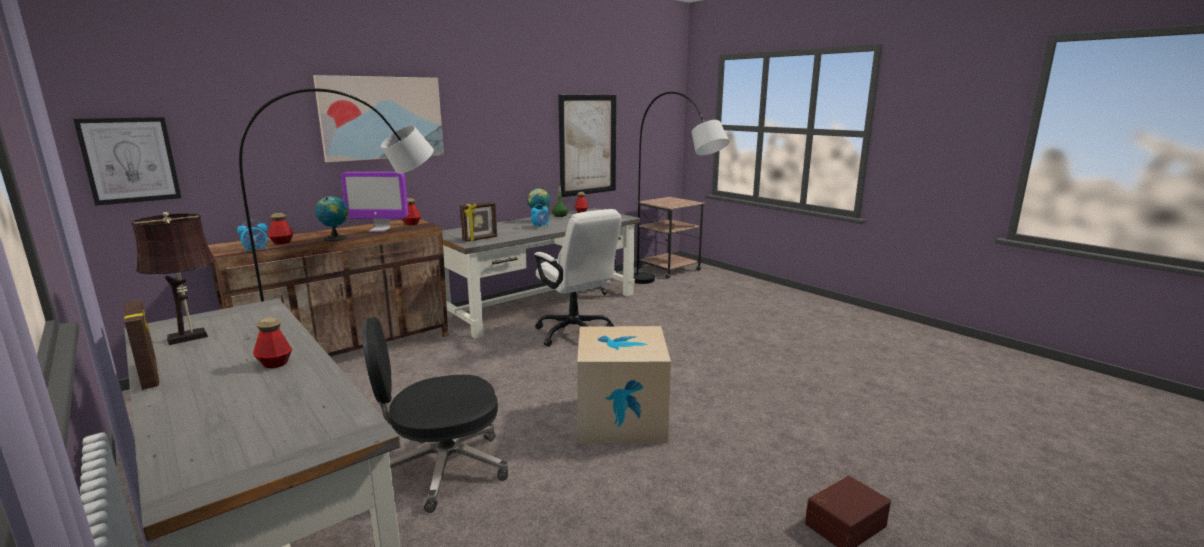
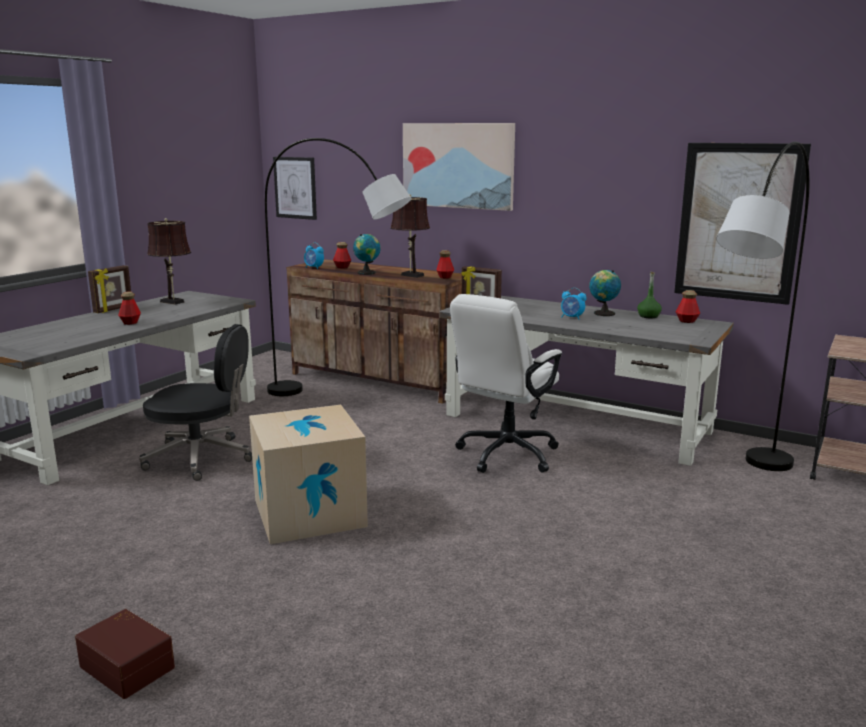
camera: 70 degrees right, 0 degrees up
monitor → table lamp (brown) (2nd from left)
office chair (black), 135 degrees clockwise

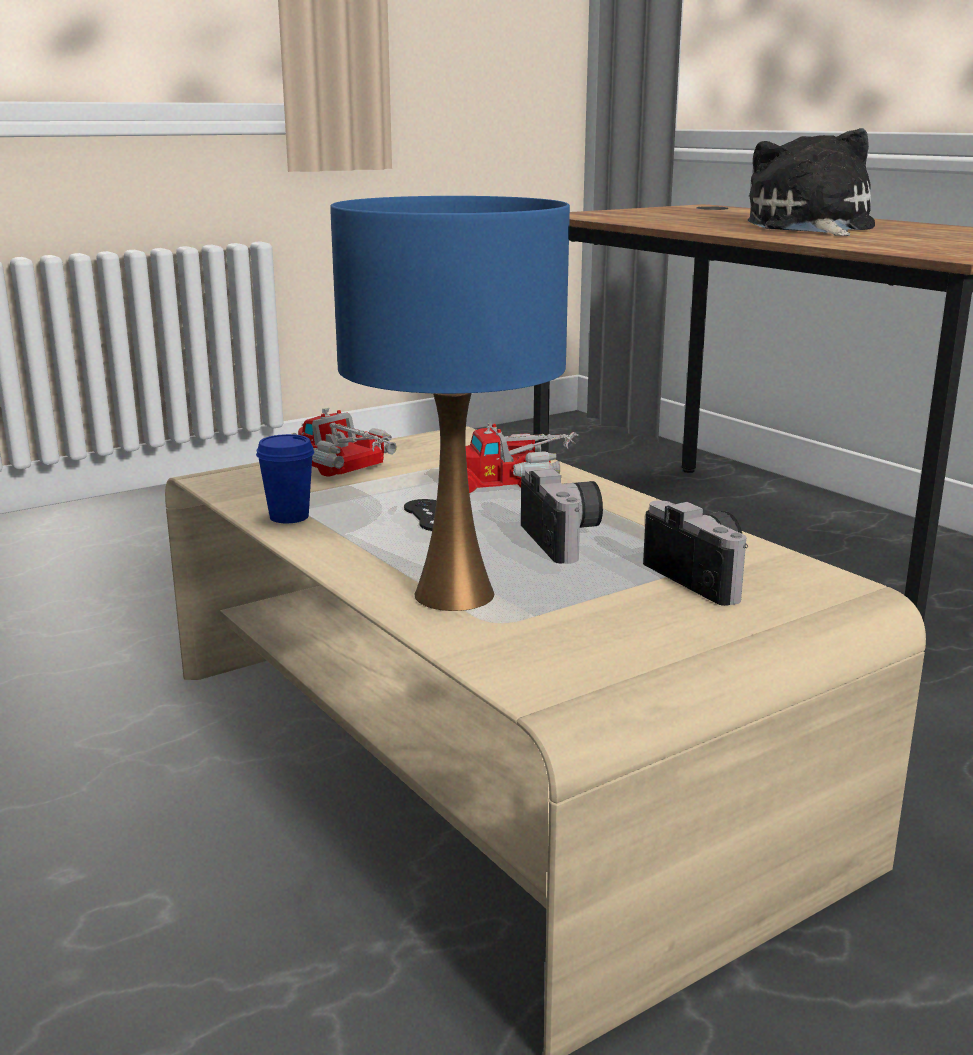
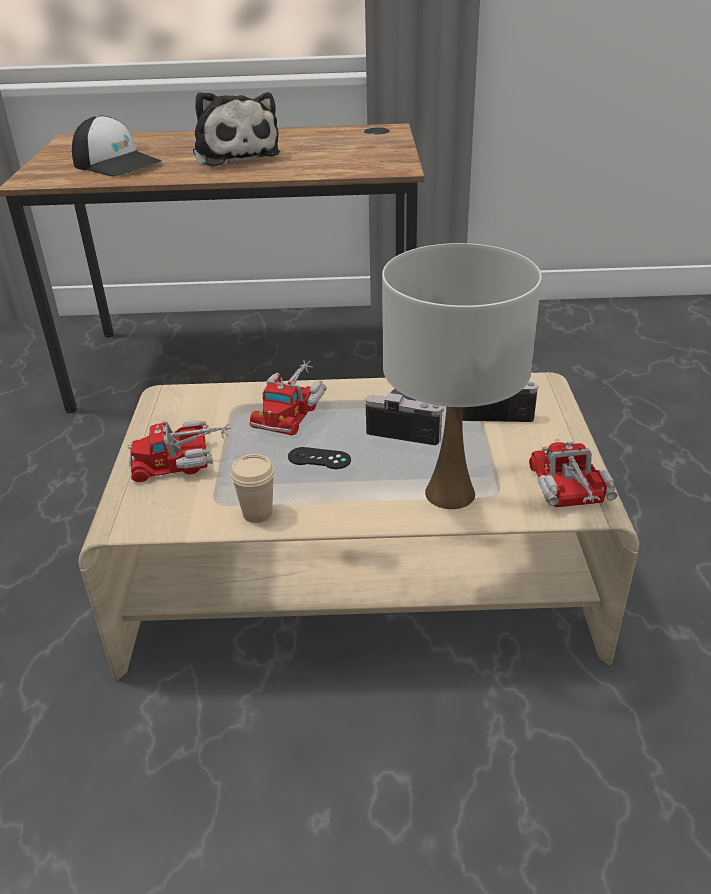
camera: 55 degrees left, 15 degrees up
cup (blue) → cup (beige)
table lamp (blue) → table lamp (white)
plush toy, 150 degrees counterclockwise
- → cap
- → toy truck (3rd from left)

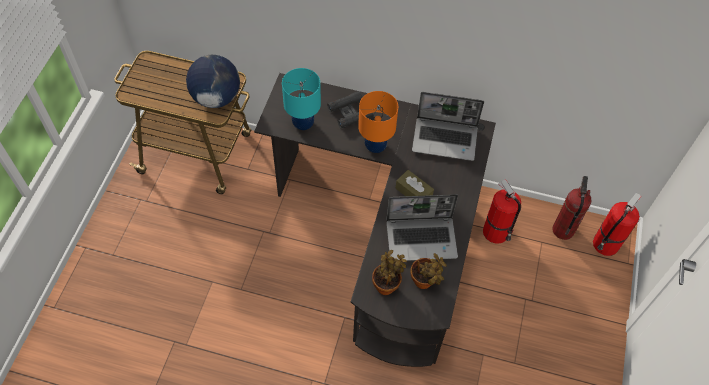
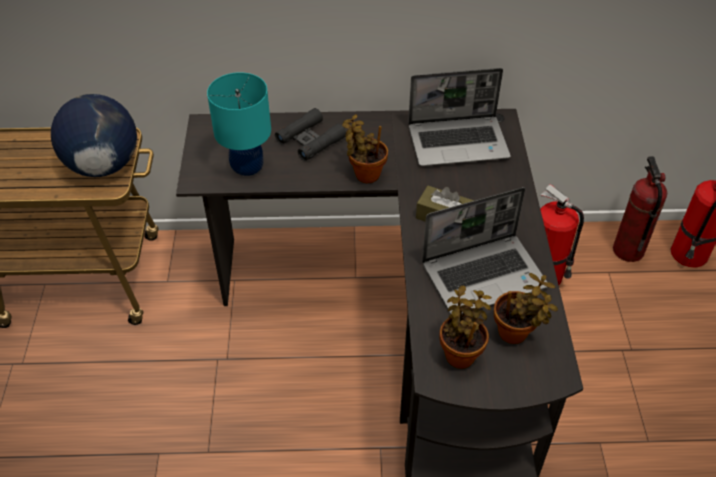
camera: 15 degrees left, 10 degrees down
table lamp (orange) → potted plant (1st from left)

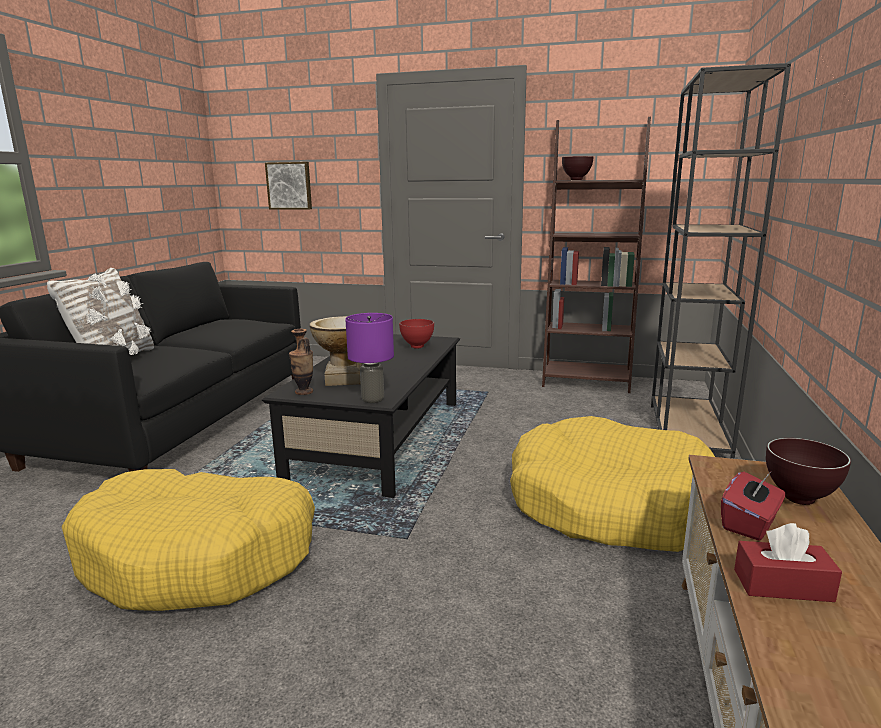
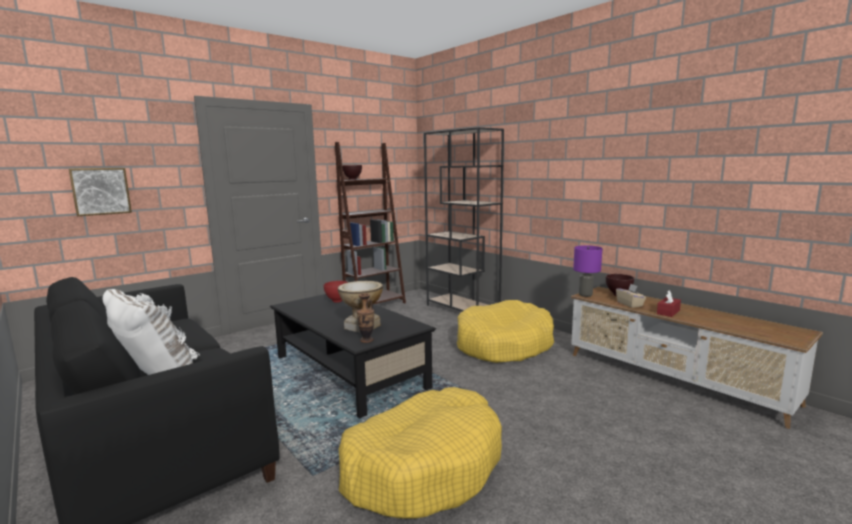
camera: 55 degrees left, 5 degrees down
table lamp (purple), move
tissue box (red) (1st from left) → tissue box (beige)

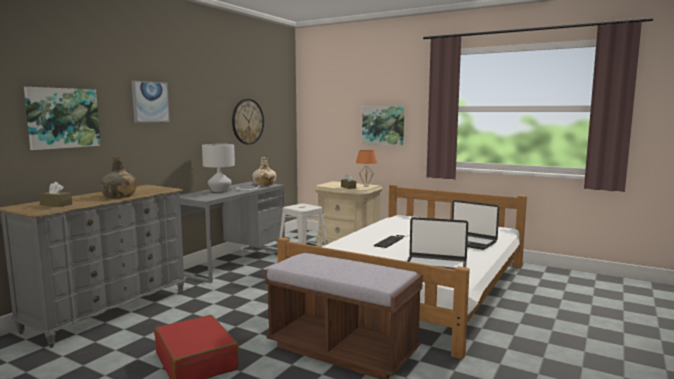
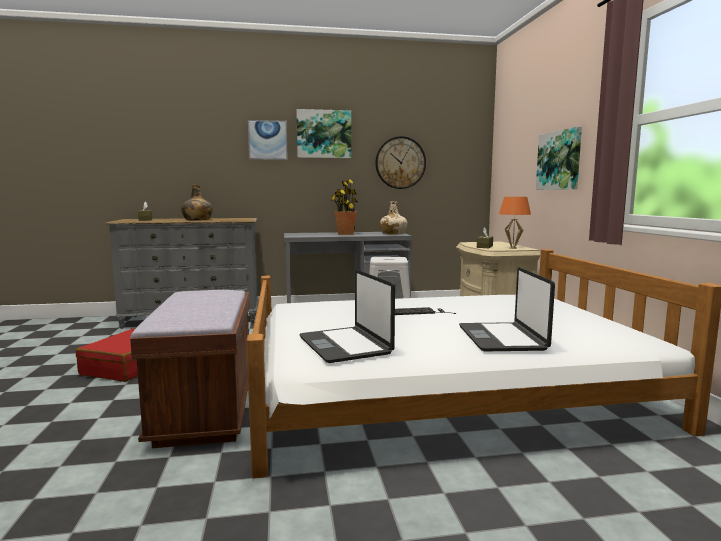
camera: 50 degrees right, 0 degrees up
picture (1st from left in the first image) → picture (2nd from left), move
table lamp (grey) → potted plant

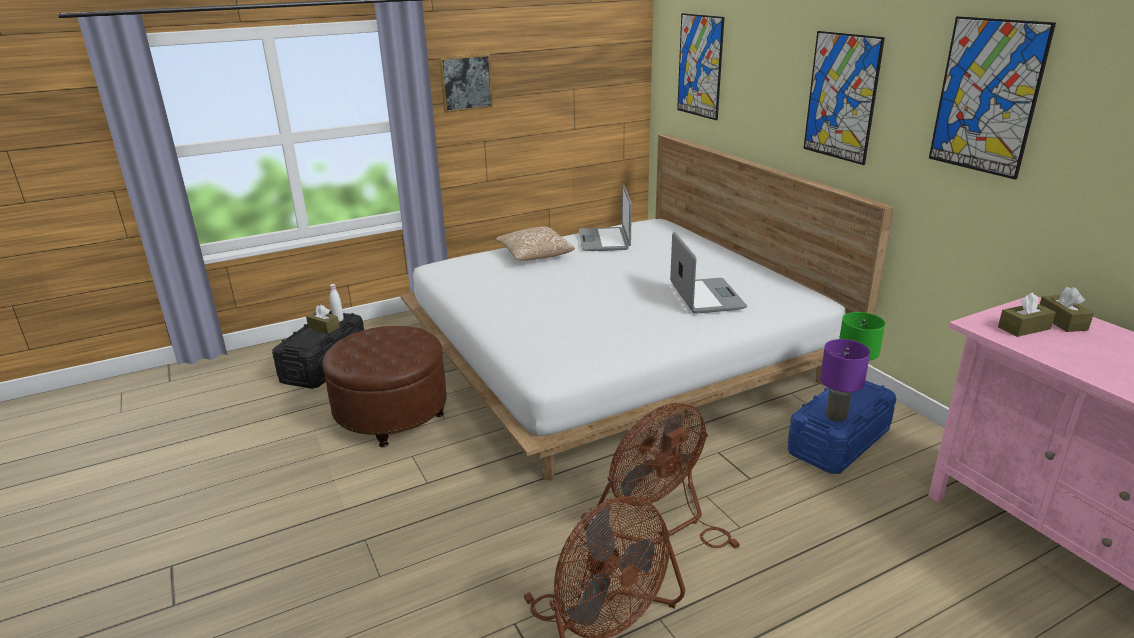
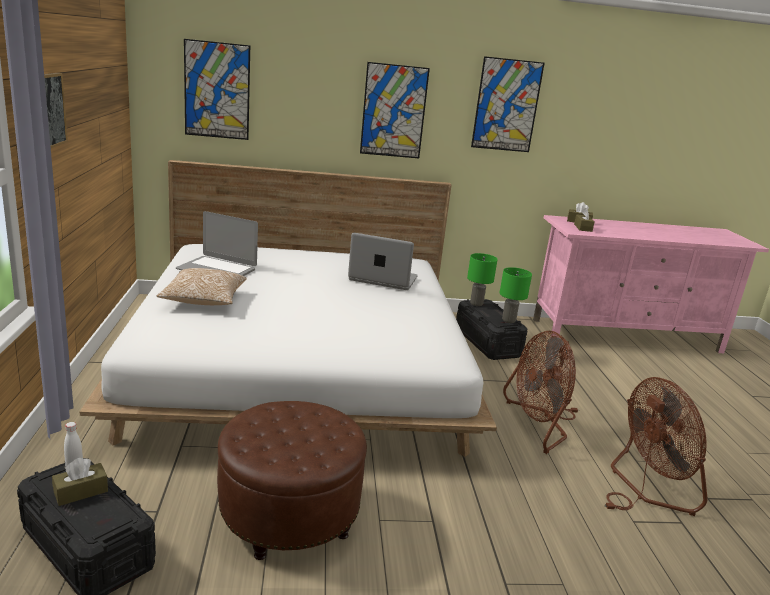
camera: 70 degrees left, 5 degrees down
storage box (blue) → storage box (black) (2nd from left)
table lamp (purple) → table lamp (green) (2nd from left)

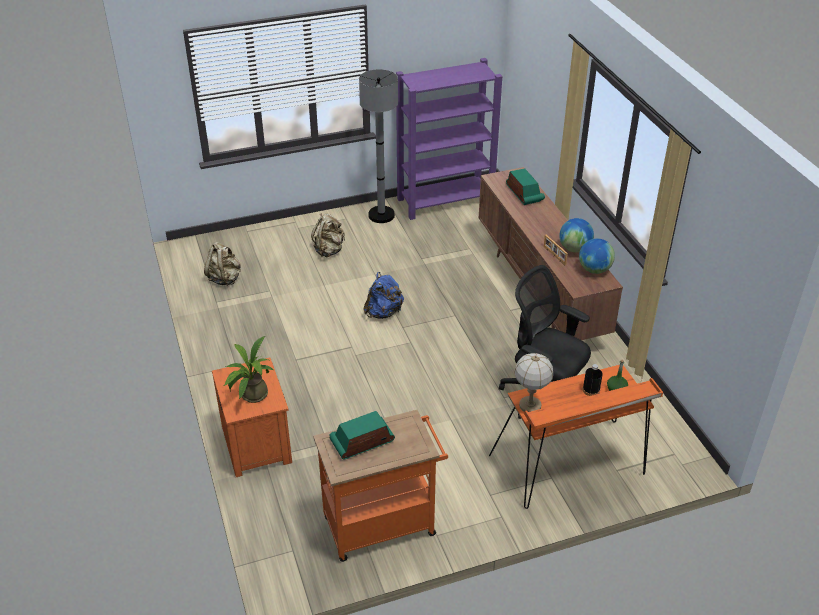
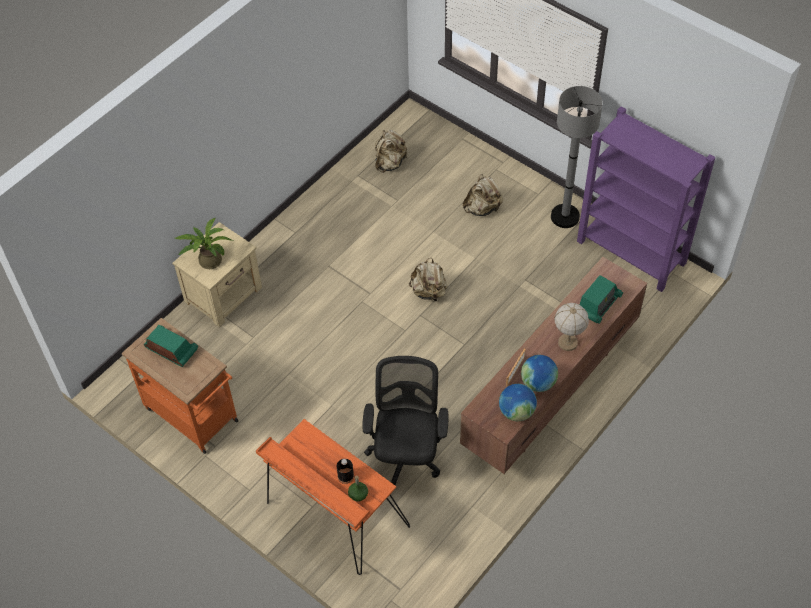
camera: 60 degrees right, 15 degrees up
nightstand (orange) → nightstand (beige)
backpack (blue) → backpack (beige) (2nd from left)
table lamp, move

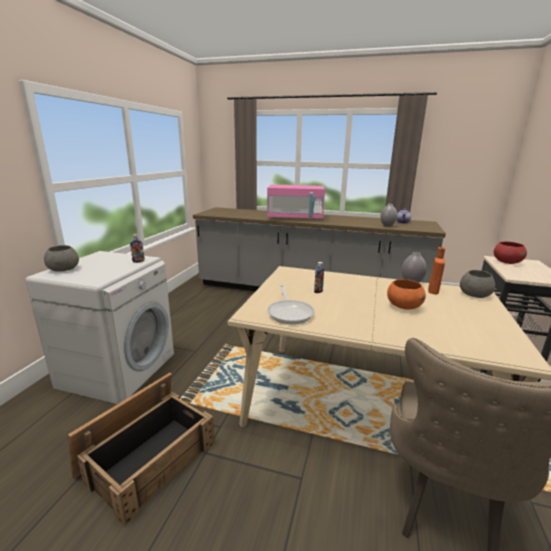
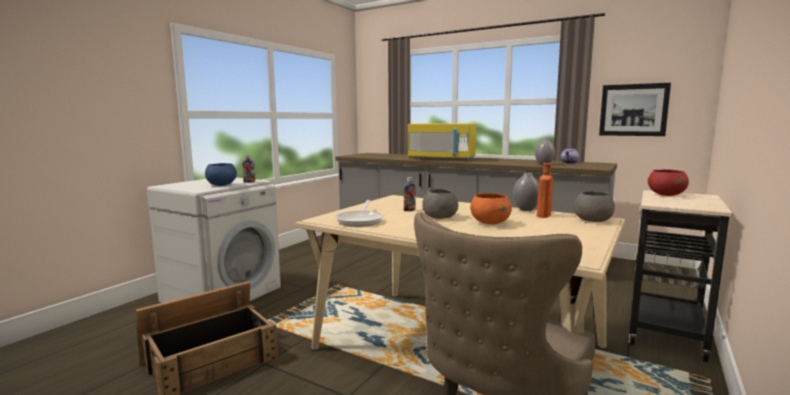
camera: 15 degrees right, 10 degrees down
bowl (grey) (1st from left), move
microwave (pink) → microwave (yellow)
- → bowl (blue)
- → picture

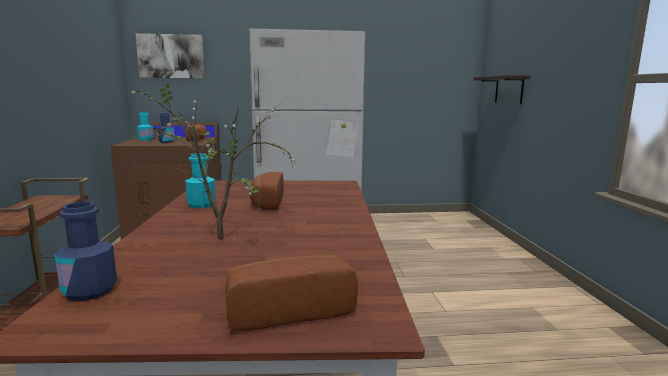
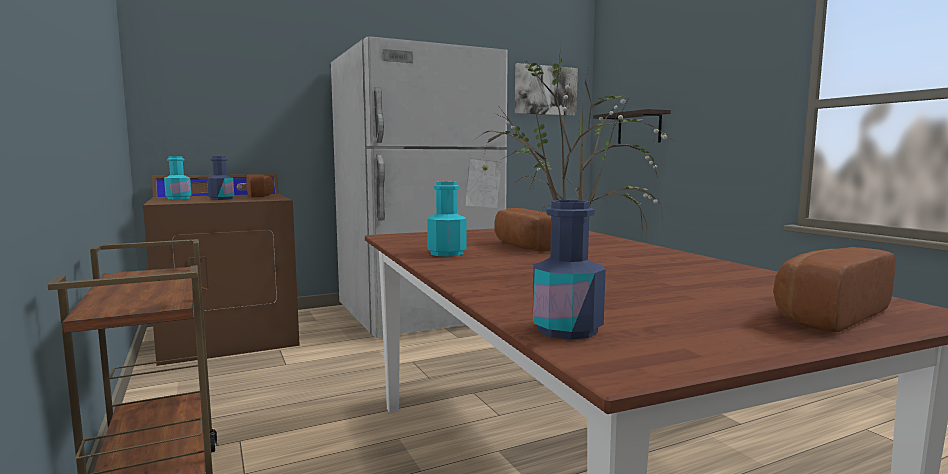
camera: 20 degrees left, 5 degrees down
picture, move

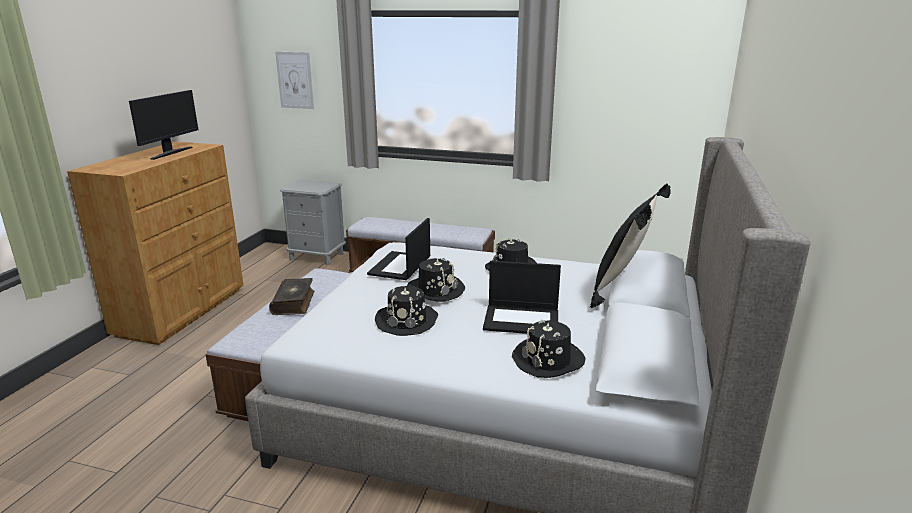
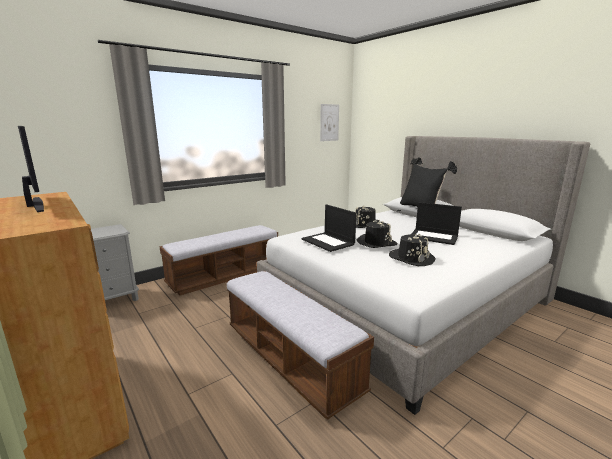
camera: 55 degrees left, 5 degrees down
book → -
picture, move
laptop (2nd from left), 75 degrees clockwise
hat (black) (4th from left) → -

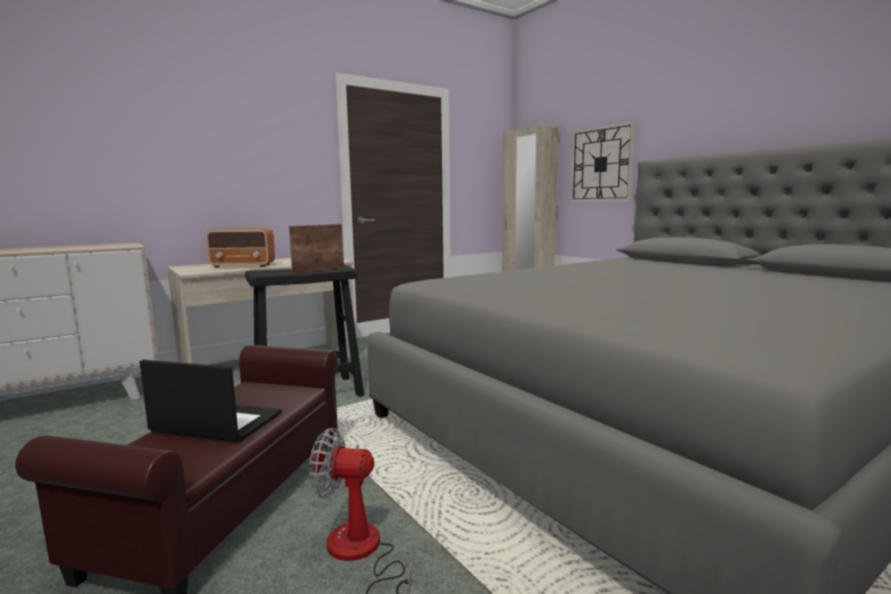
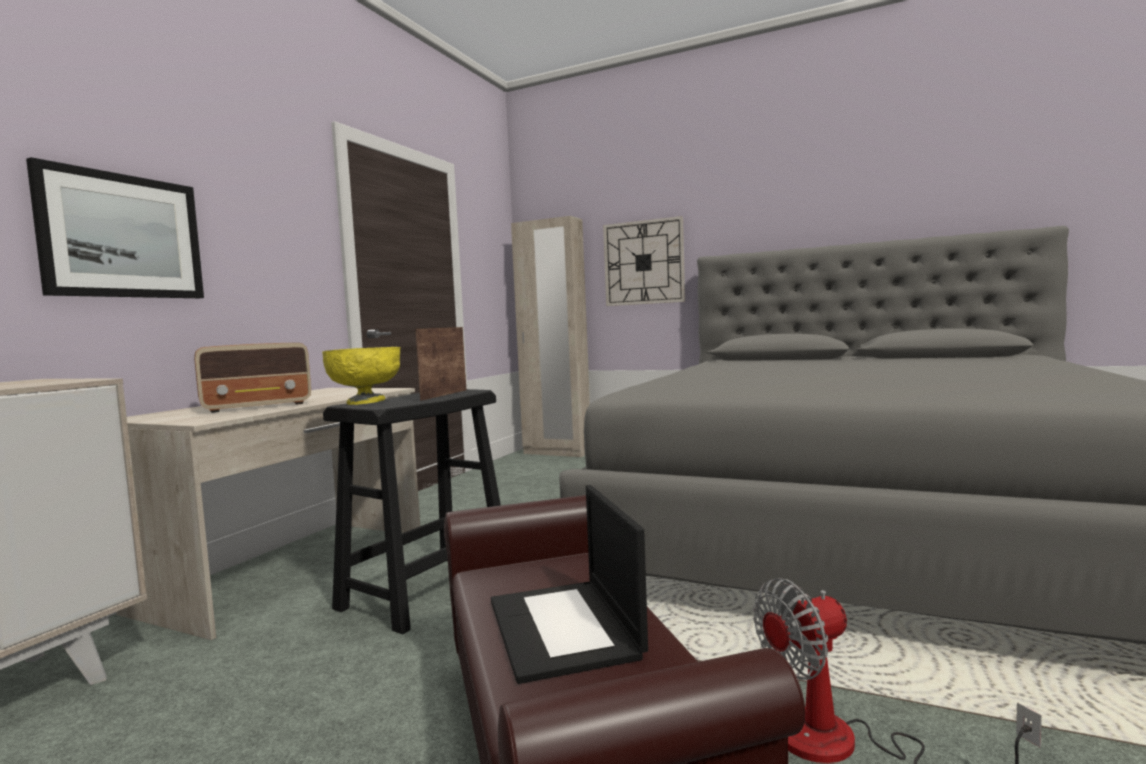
camera: 30 degrees left, 5 degrees down
laptop, 90 degrees counterclockwise
- → picture
- → bowl (yellow)

